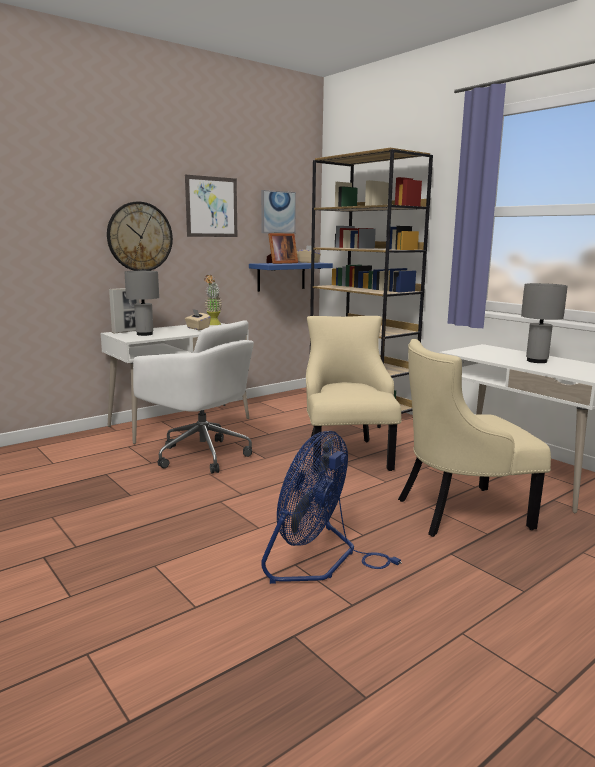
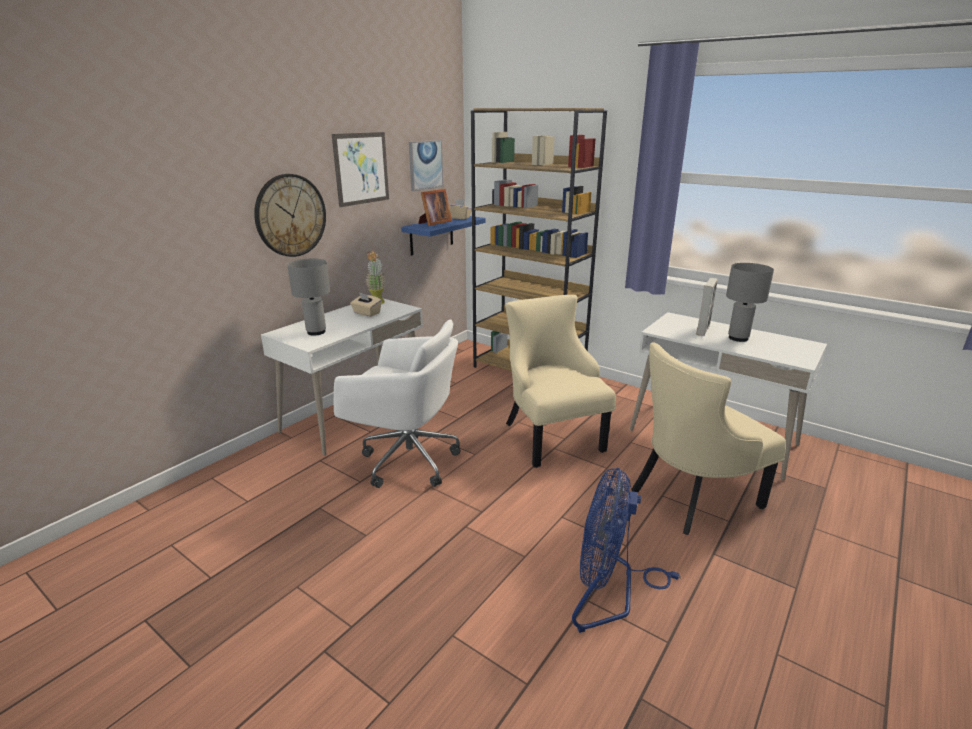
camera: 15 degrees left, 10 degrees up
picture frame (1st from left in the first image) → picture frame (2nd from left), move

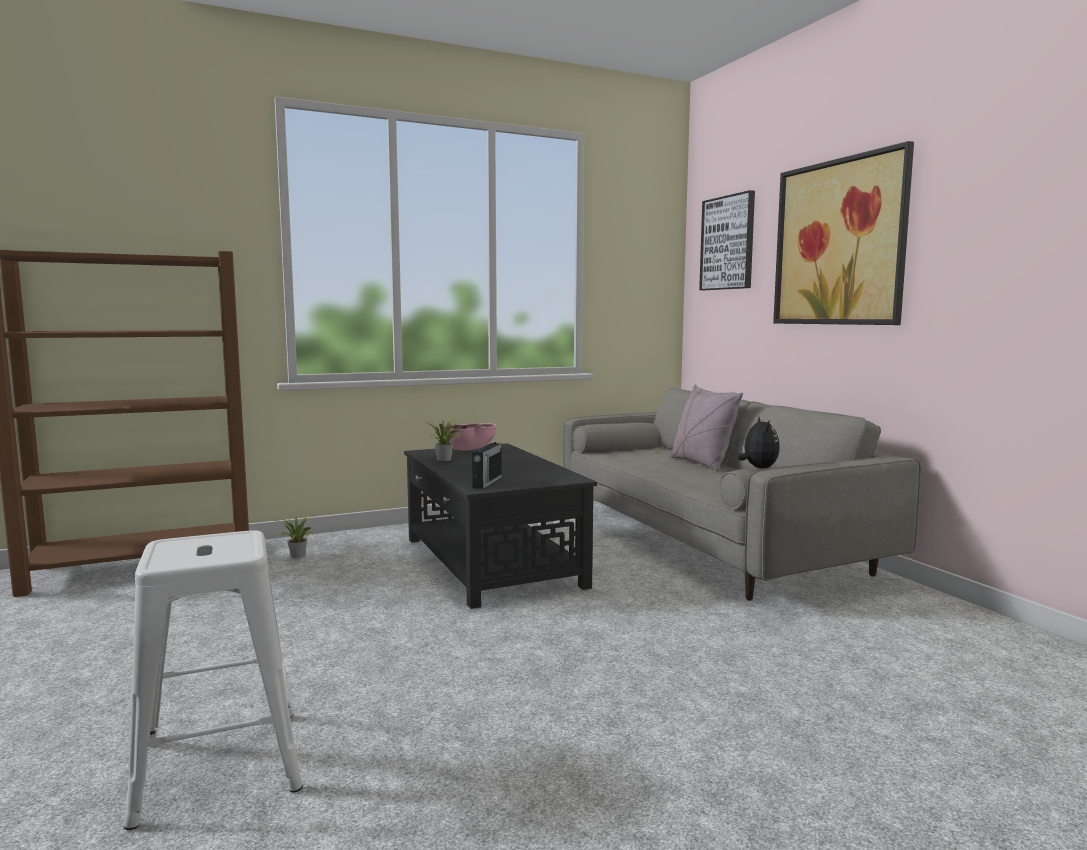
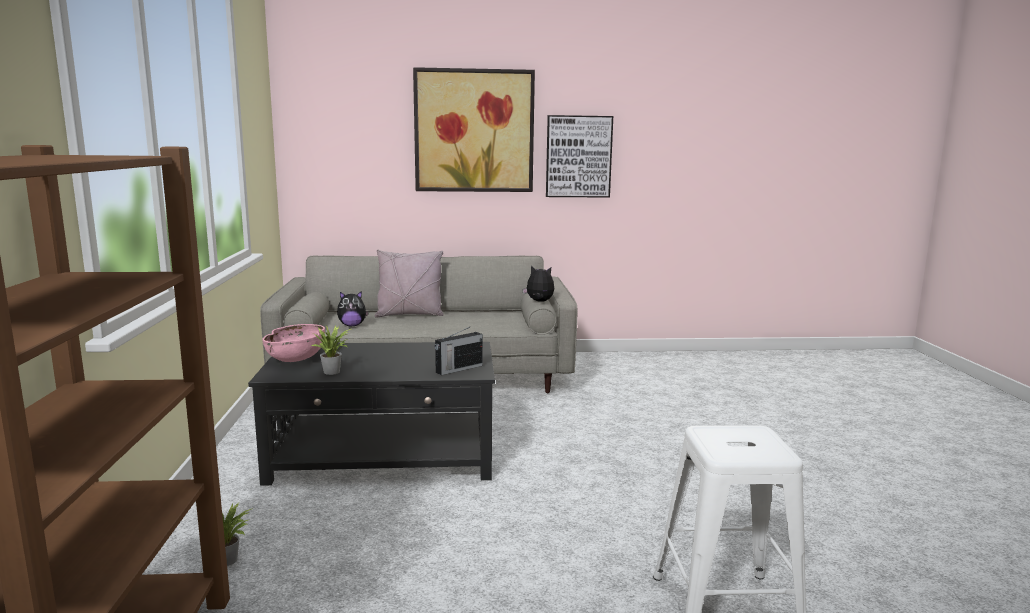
camera: 70 degrees left, 5 degrees up
radio, 105 degrees clockwise
picture (1st from left in the first image) → picture (2nd from left), move
- → plush toy (1st from left)

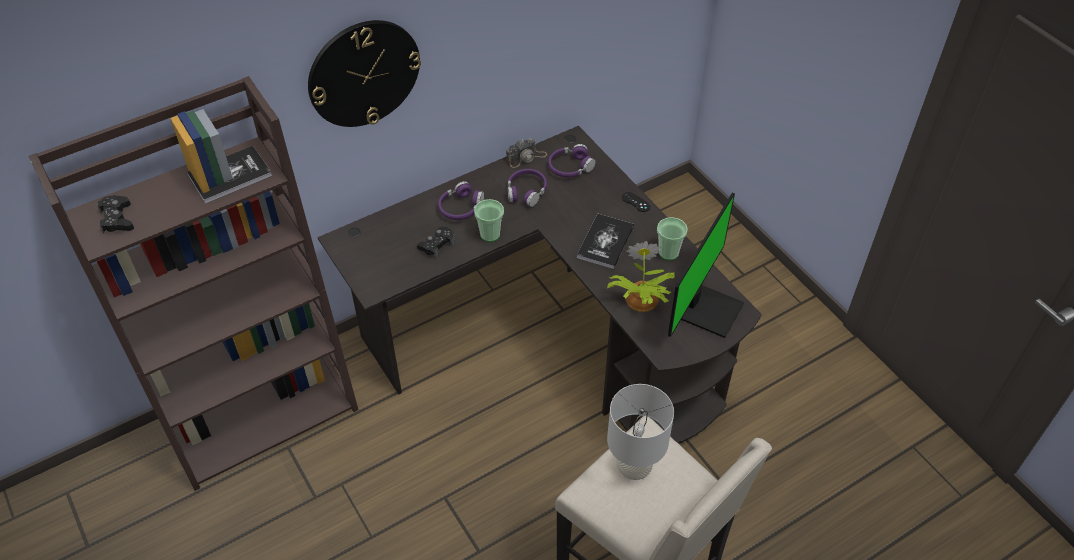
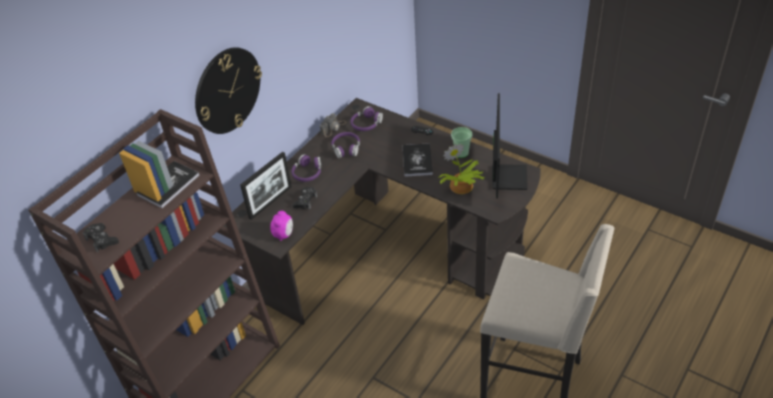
camera: 20 degrees left, 5 degrees down
cup (1st from left) → -
table lamp (grey) → -
- → picture frame
- → alarm clock

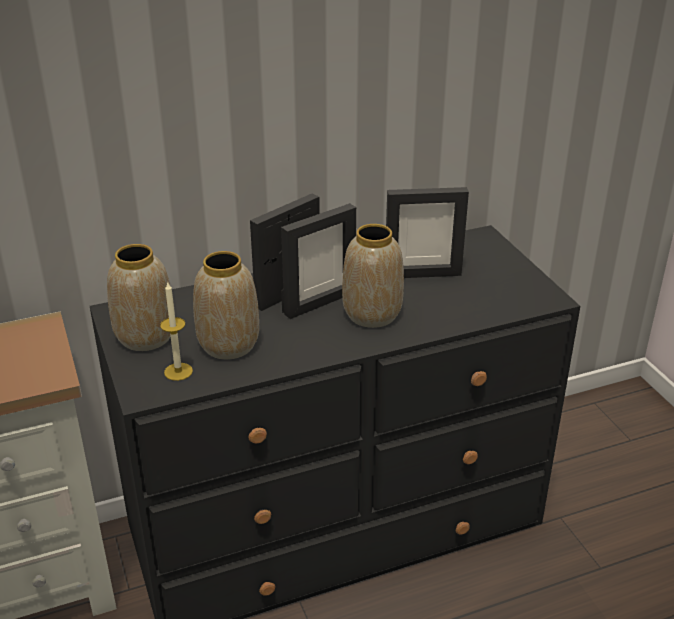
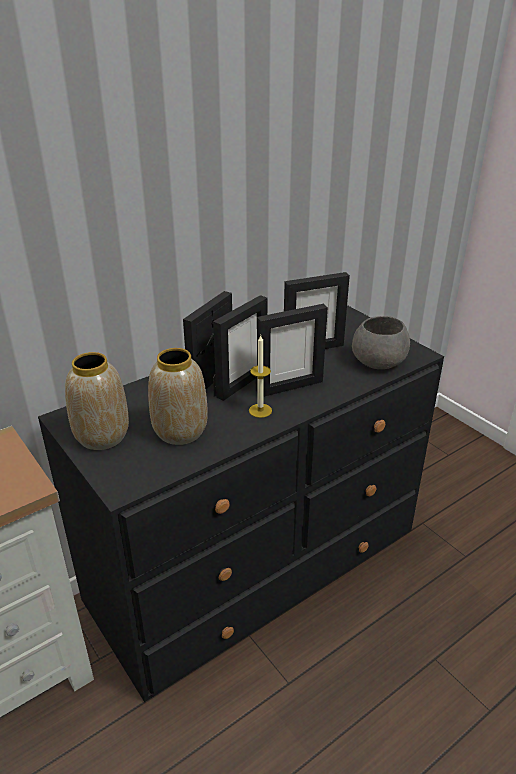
camera: 15 degrees left, 0 degrees up
candle, move
vase (3rd from left) → picture frame (3rd from left)
- → bowl (grey)

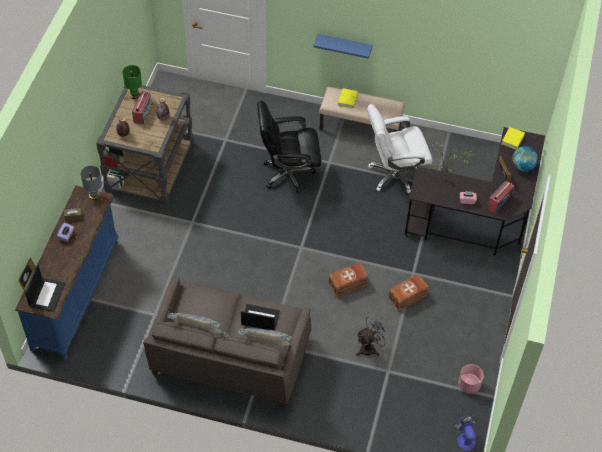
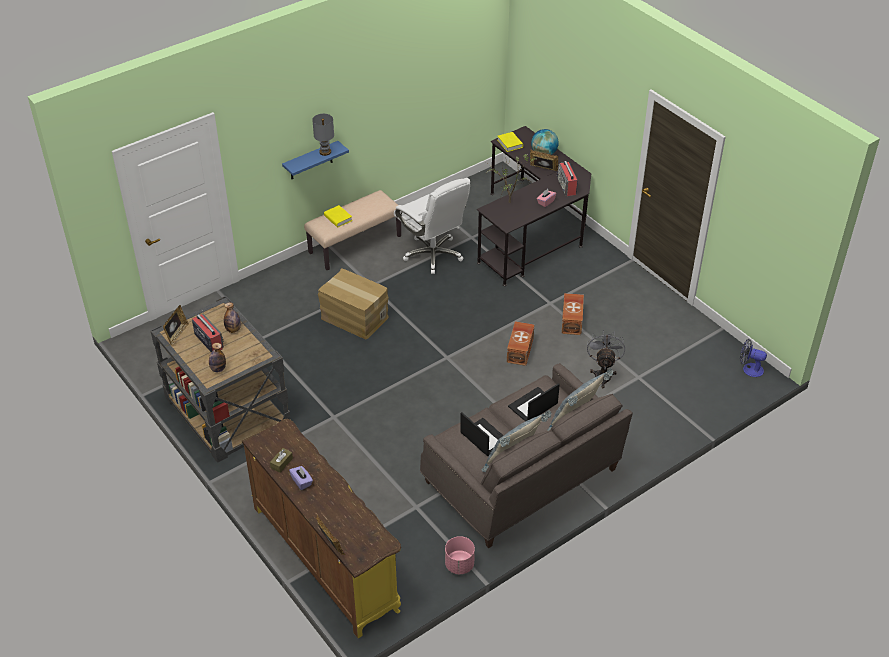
camera: 50 degrees left, 10 degrees down
cabinet (blue) → cabinet (yellow)
laptop (1st from left), move
table lamp (grey), move
table lamp (green) → picture frame (1st from left)
office chair (black) → cardboard box
office chair (white), 60 degrees counterclockwise
planter (pink), move

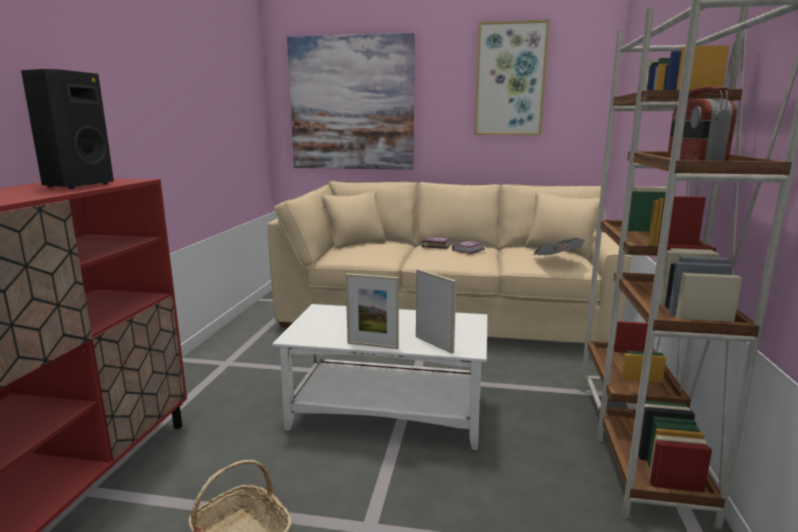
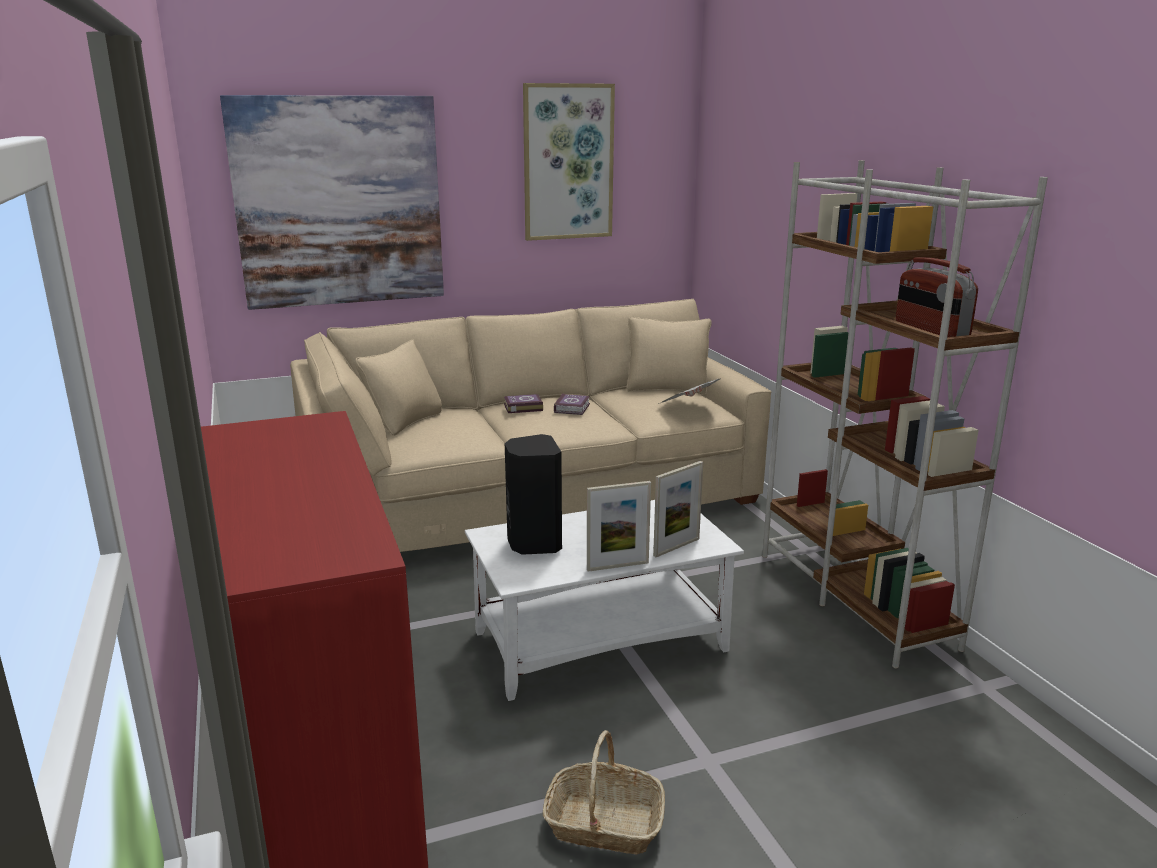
camera: 30 degrees left, 5 degrees up
speaker (black), move
picture frame (2nd from left), 120 degrees clockwise

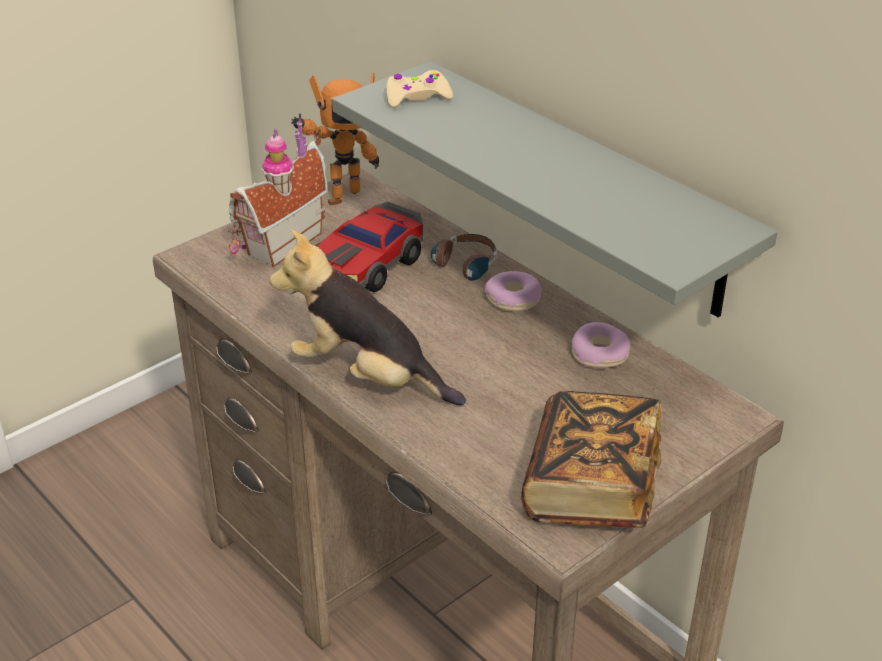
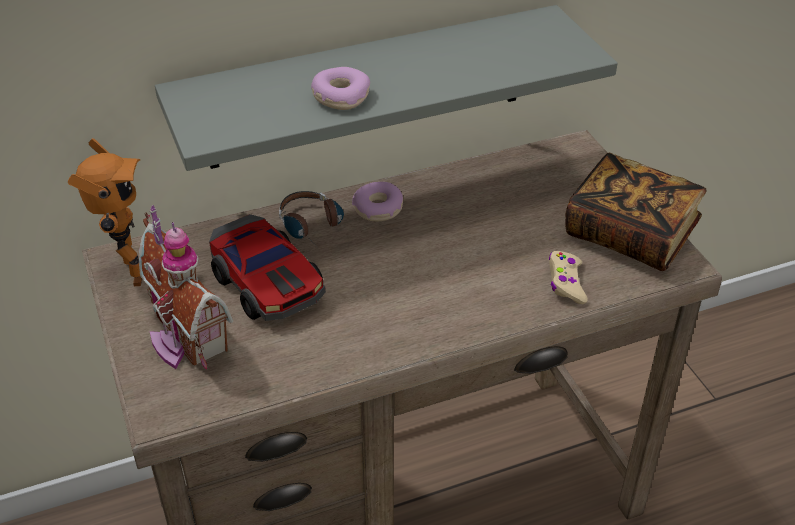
camera: 70 degrees left, 5 degrees up
plush toy → -
game controller (beige), move
donut (2nd from left in the first image) → donut (1st from left), move

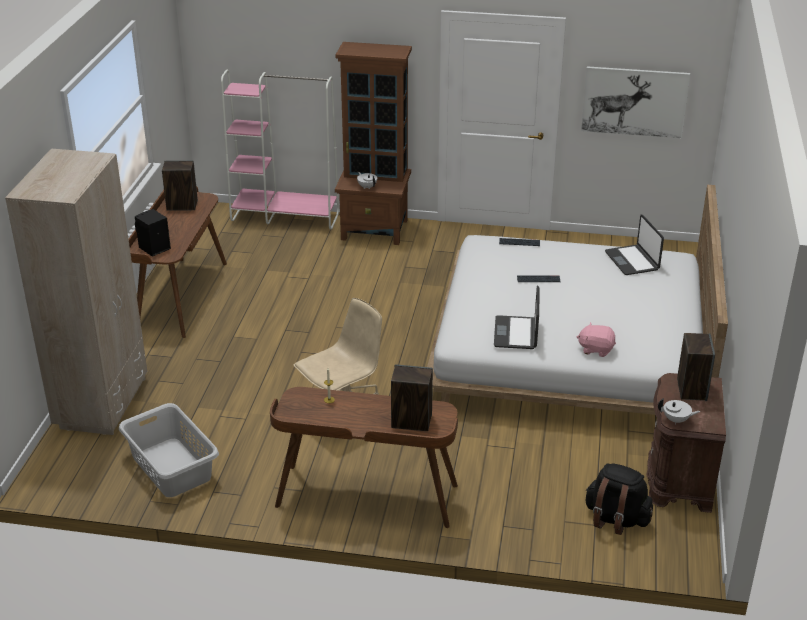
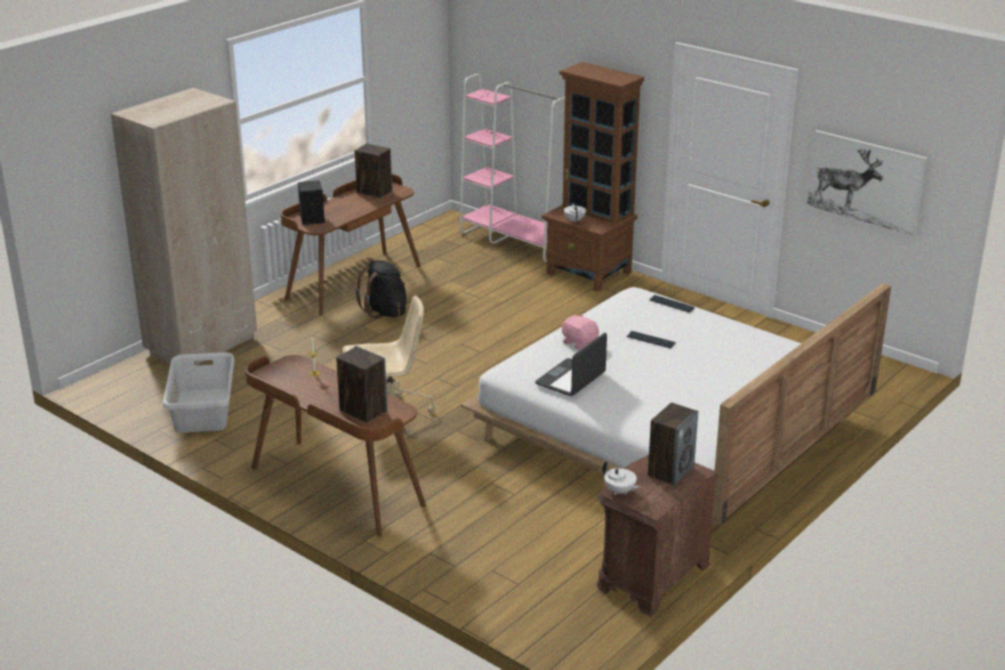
camera: 30 degrees right, 5 degrees down
plush toy (pink), move
backpack (black), move
laptop (2nd from left) → -

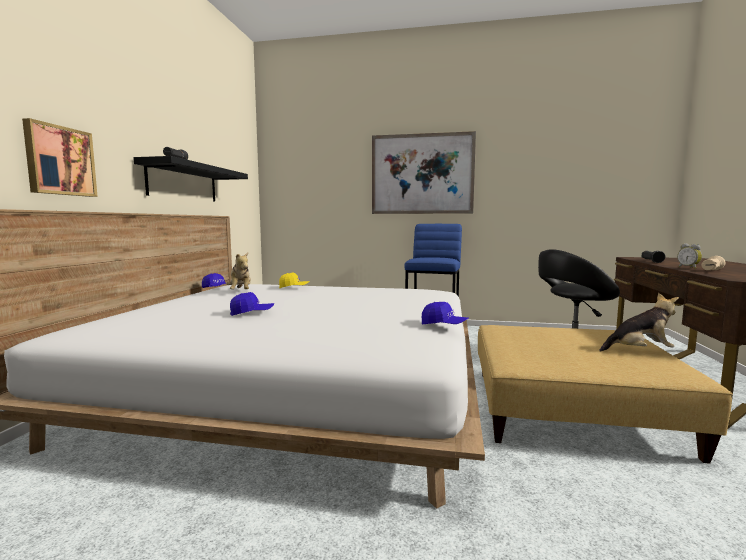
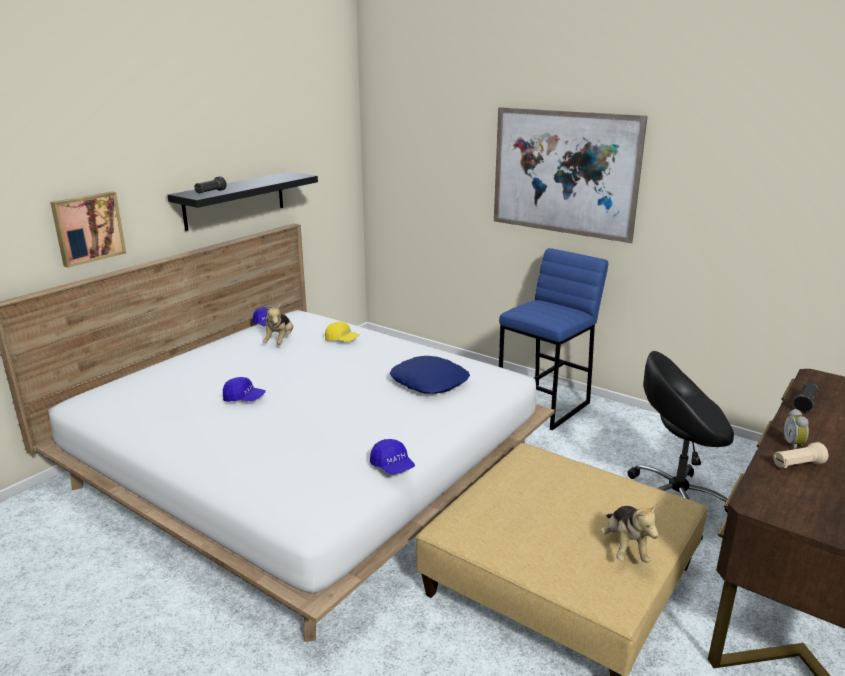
camera: 25 degrees right, 15 degrees up
plush toy (2nd from left), 60 degrees clockwise
- → pillow (blue)

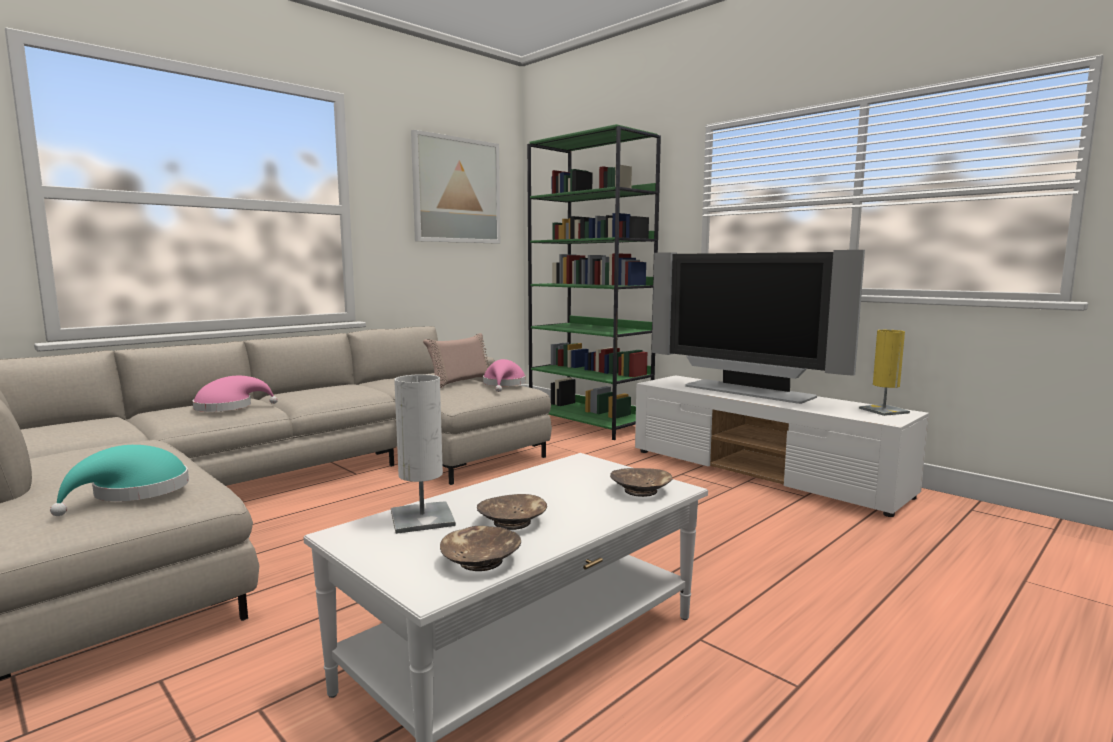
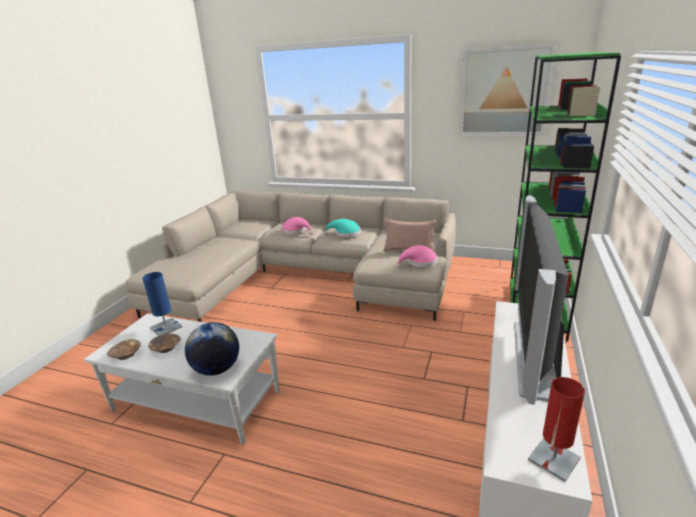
camera: 65 degrees right, 15 degrees up
hat (turquoise), move
table lamp (white) → table lamp (blue)
bowl (brown) (3rd from left) → globe
table lamp (yellow) → table lamp (red)

